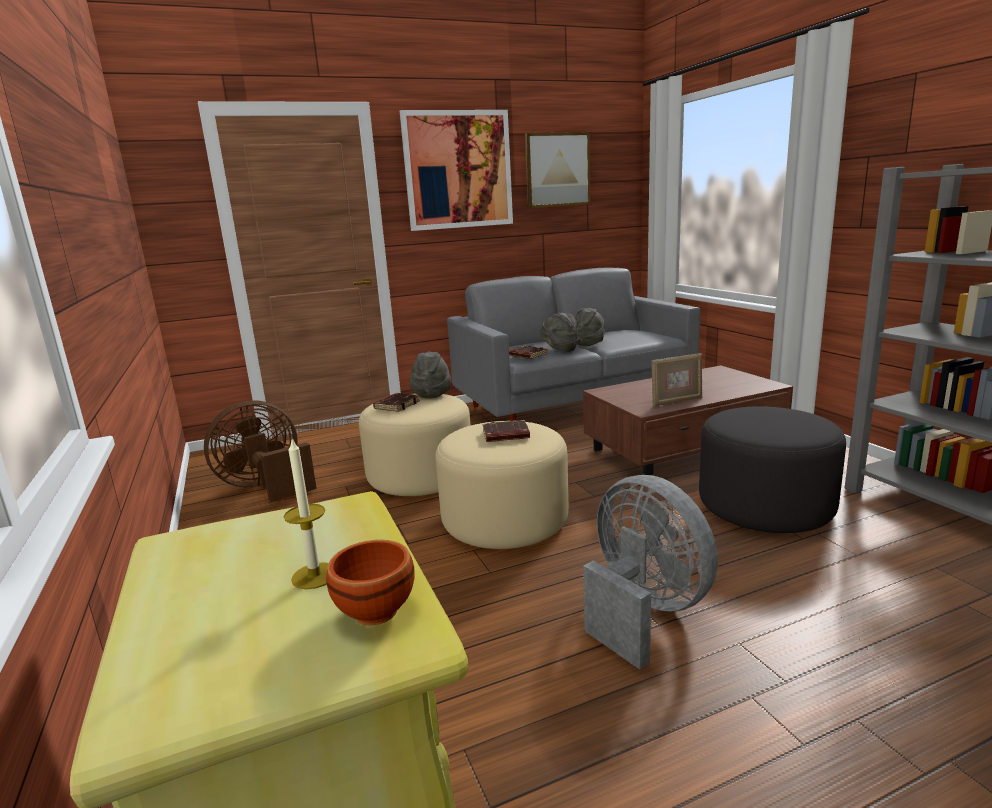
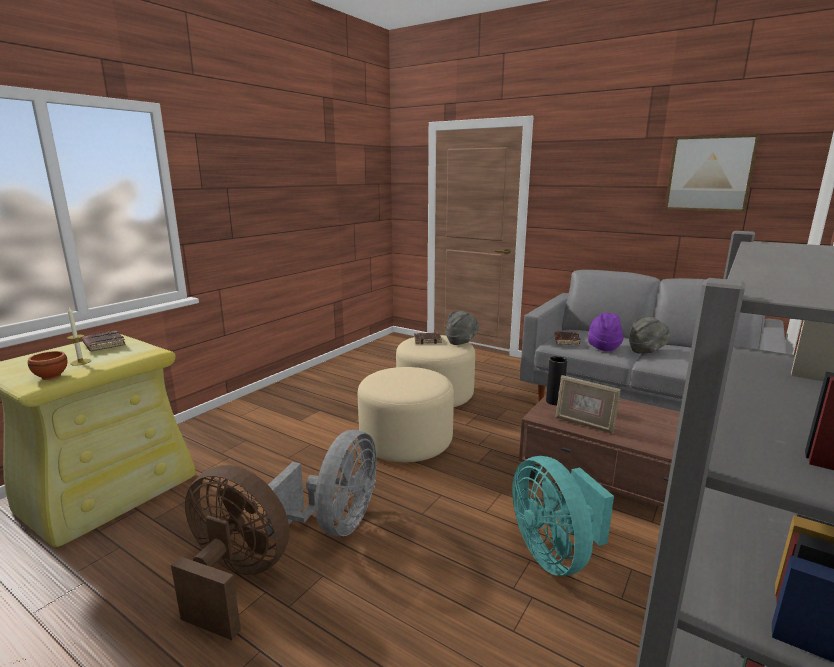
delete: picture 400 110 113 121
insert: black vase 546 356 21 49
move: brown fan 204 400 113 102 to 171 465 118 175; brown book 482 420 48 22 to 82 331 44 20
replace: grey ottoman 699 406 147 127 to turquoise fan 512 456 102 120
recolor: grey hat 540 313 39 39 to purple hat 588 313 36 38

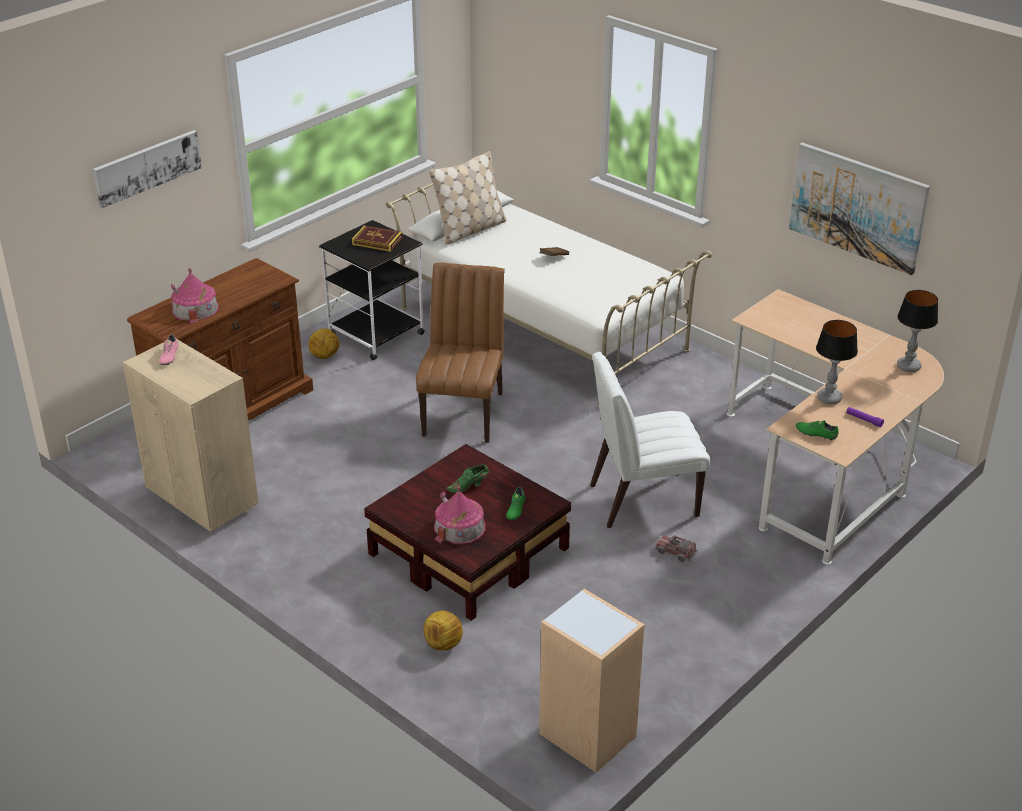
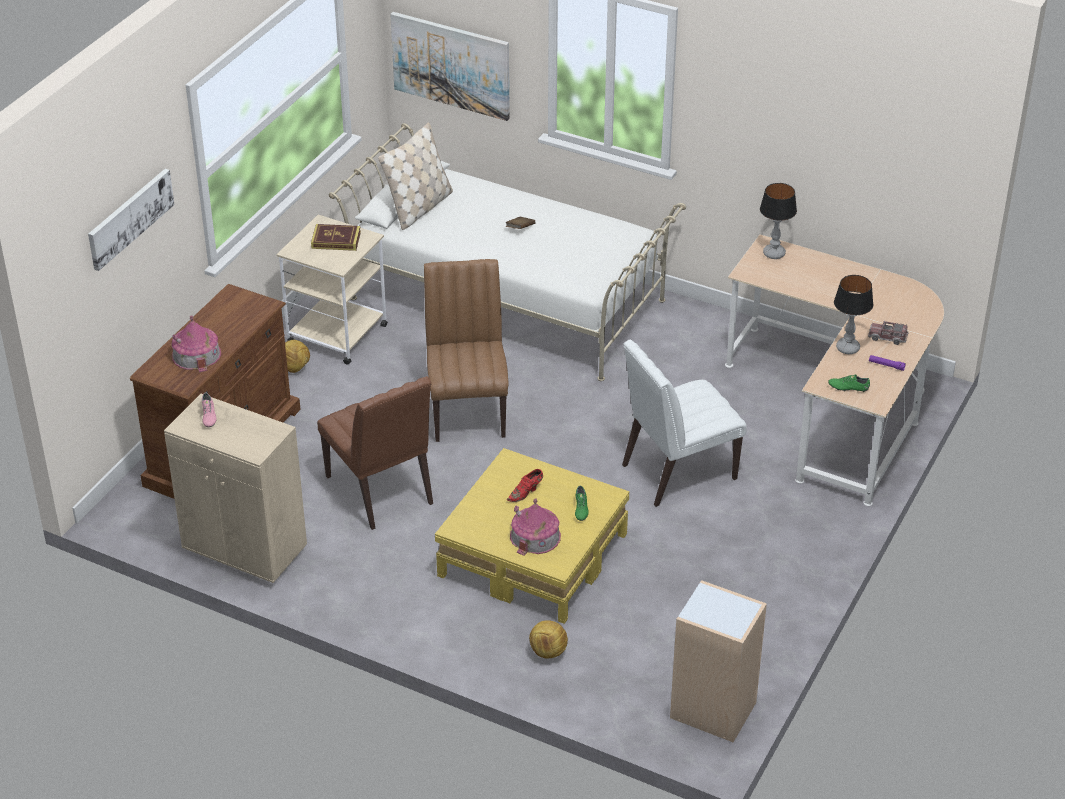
insert: brown chair 317 376 116 154
move: picture 789 143 141 132 to 390 12 120 109; table lamp 897 290 41 82 to 760 183 37 76; toy truck 655 535 43 27 to 868 321 41 24
recolor: black cart 319 220 106 140 to beige cart 276 215 112 150; brown coffee table 364 444 207 177 to yellow coffee table 435 448 194 176; green shoe 446 464 43 29 to red shoe 507 469 36 33

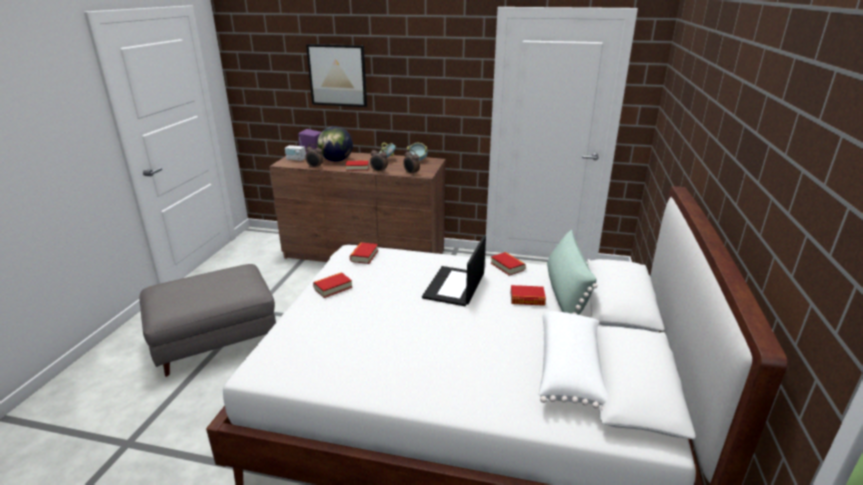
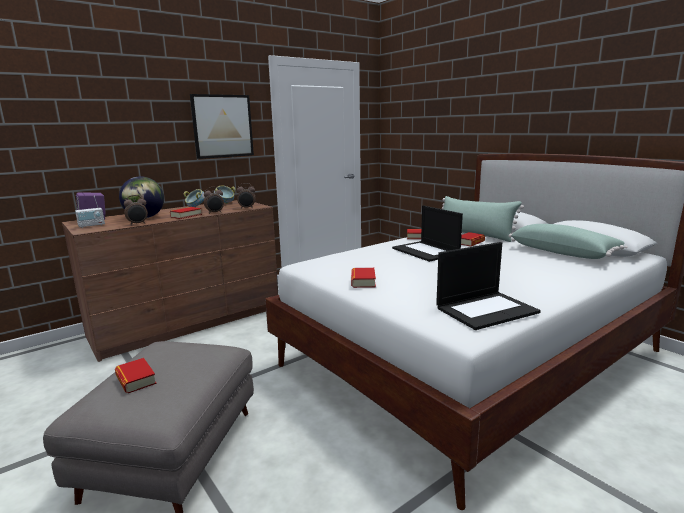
insert: laptop 436 242 105 88
move: picture 306 44 61 63 to 190 94 64 65; book 350 242 28 22 to 115 358 42 35
recolor: white pillow 539 311 69 99 to green pillow 509 224 119 35

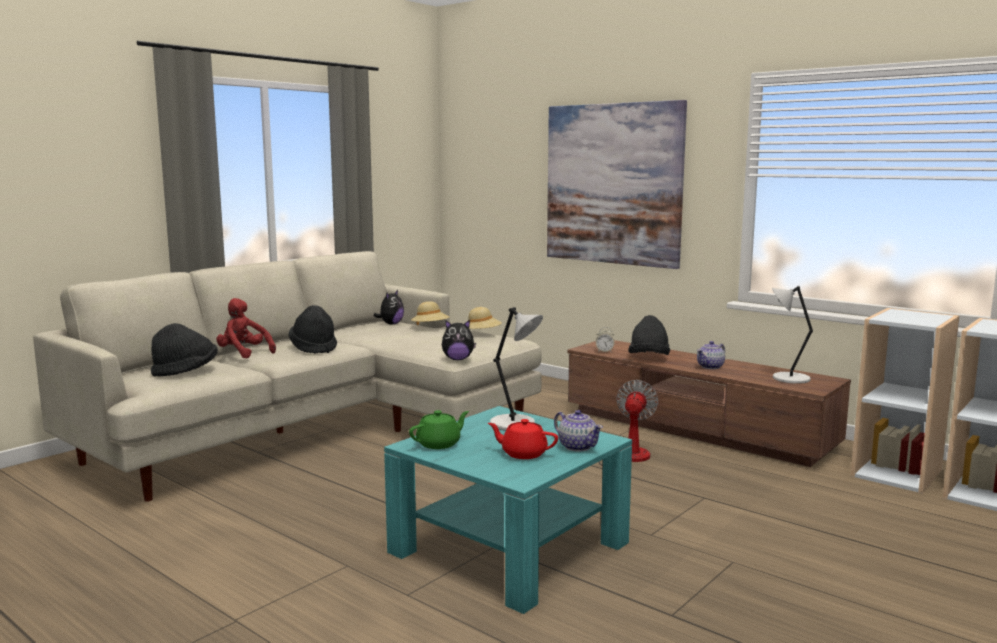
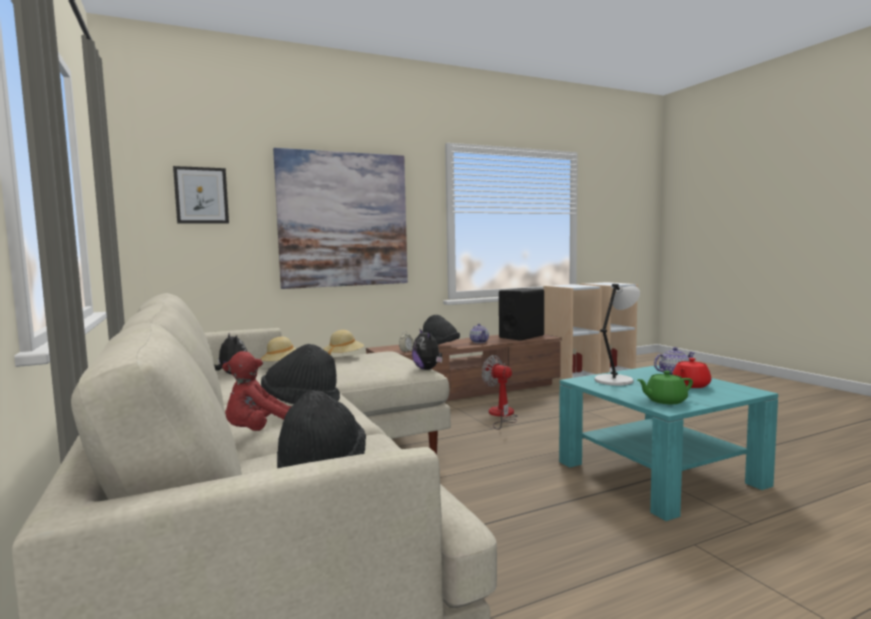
insert: picture 173 166 56 58
replace: grey table lamp 772 286 41 98 to black speaker 499 288 45 53
rotate: plush toy 442 320 34 40 = 412 328 30 42 135 degrees clockwise; green teapot 409 410 60 39 = 637 370 56 34 90 degrees counterclockwise

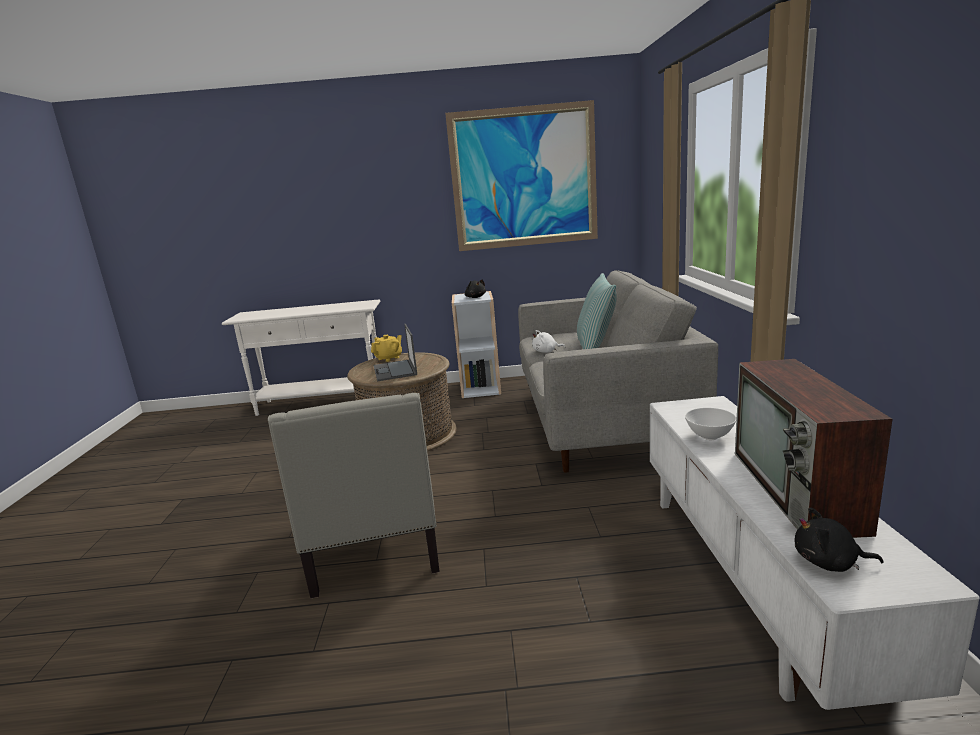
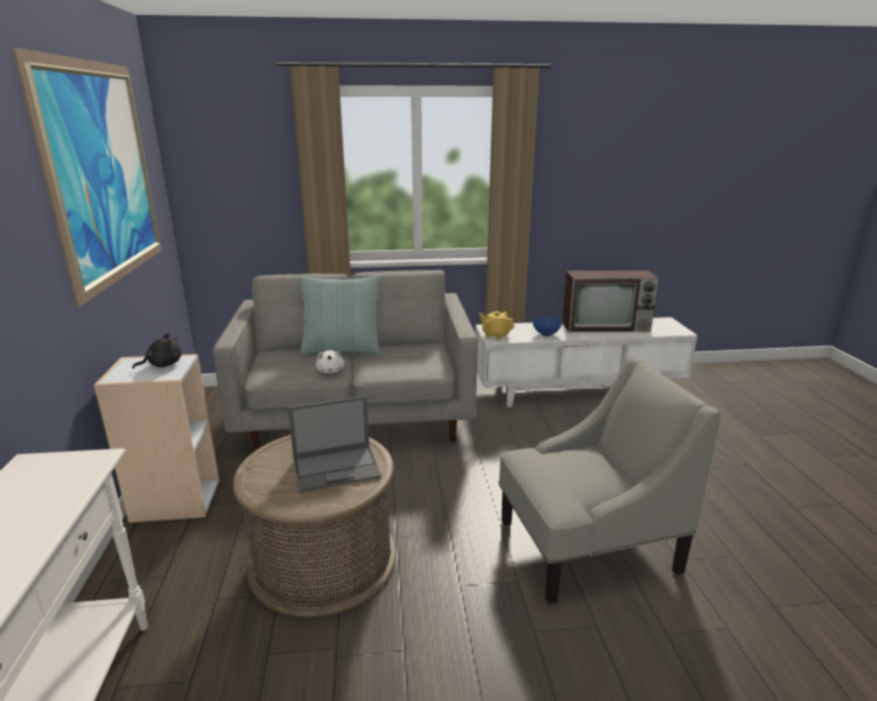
delete: black plush toy 795 507 89 65
move: yellow teapot 371 335 31 27 to 479 311 35 28
recolor: white bowl 685 408 52 32 to blue bowl 532 317 30 19

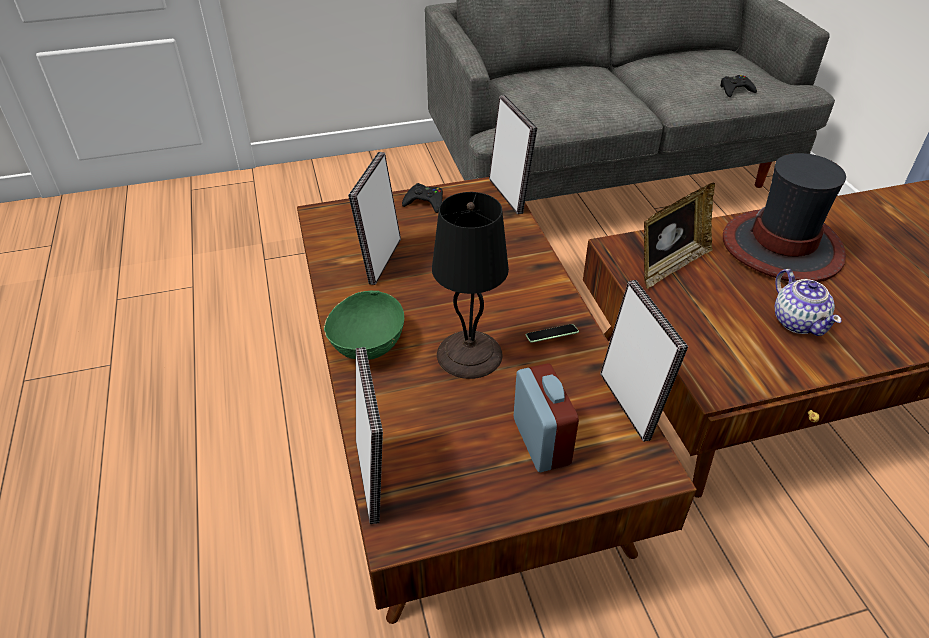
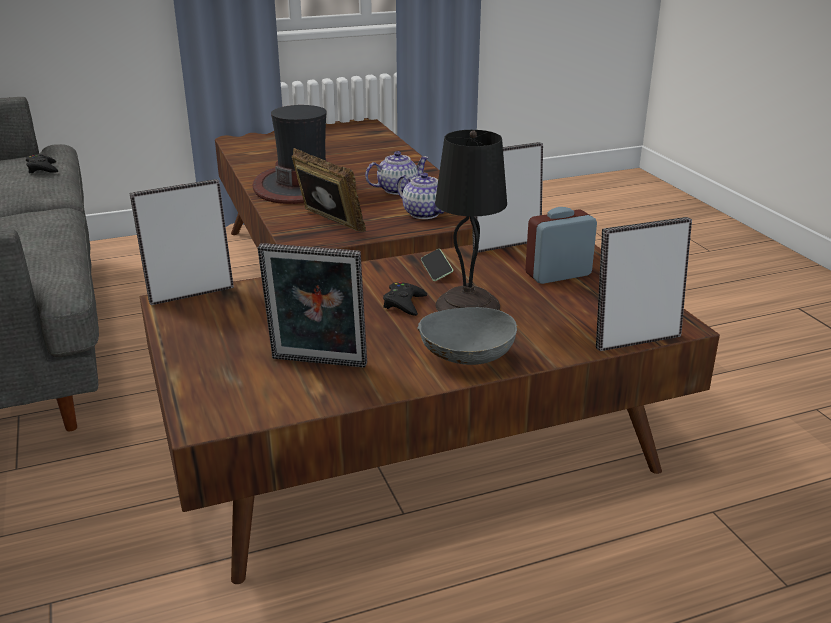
insert: teapot 397 173 47 46
move: black game controller 402 183 41 30 to 383 282 44 34
recolor: green bowl 324 290 80 70 to grey bowl 417 307 101 58

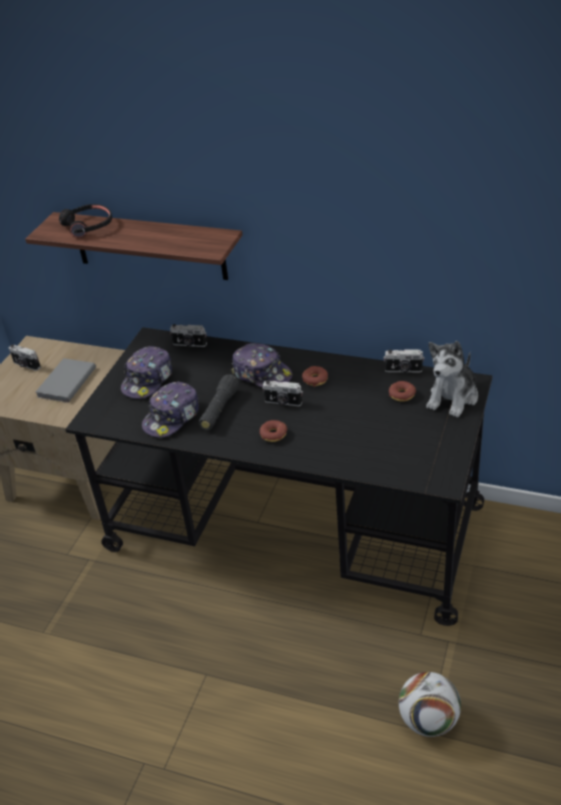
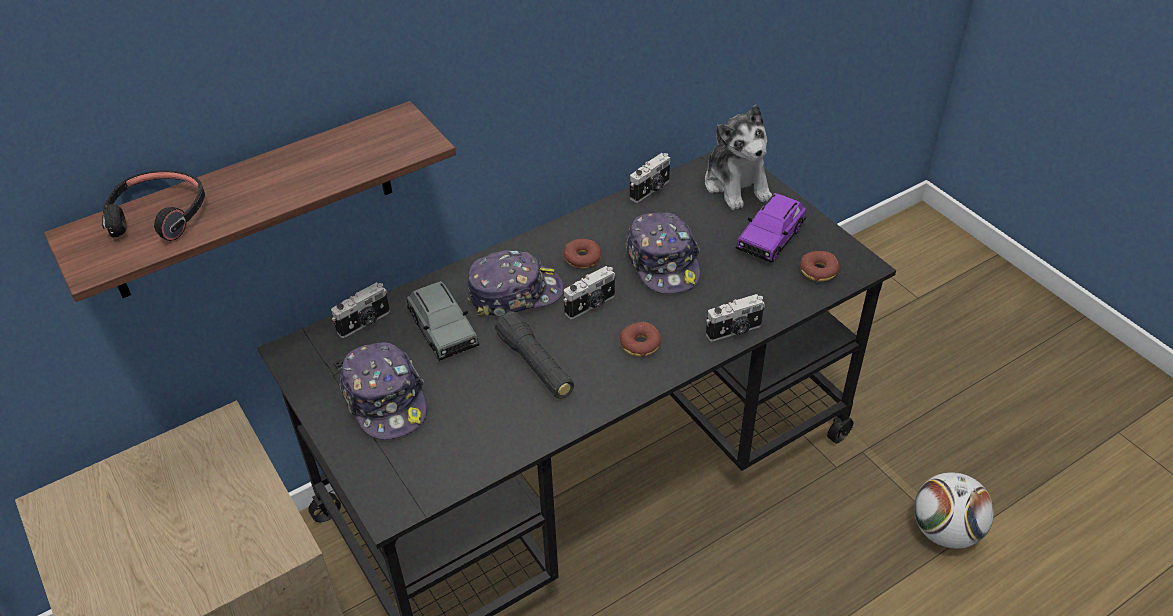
delete: grey book 35 358 61 45
insert: purple toy car 736 193 70 70; grey toy car 407 281 72 80
move: photo camera 9 344 32 27 to 706 294 59 47; donut 389 381 27 21 to 800 251 39 30; cap 142 382 57 56 to 626 213 75 81

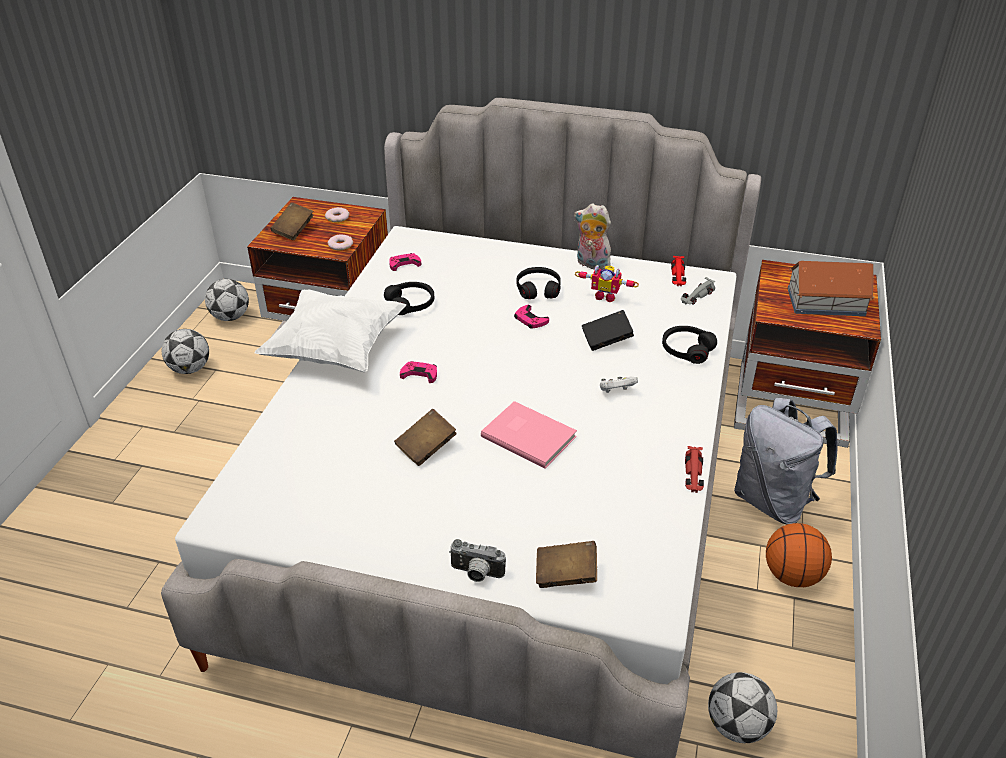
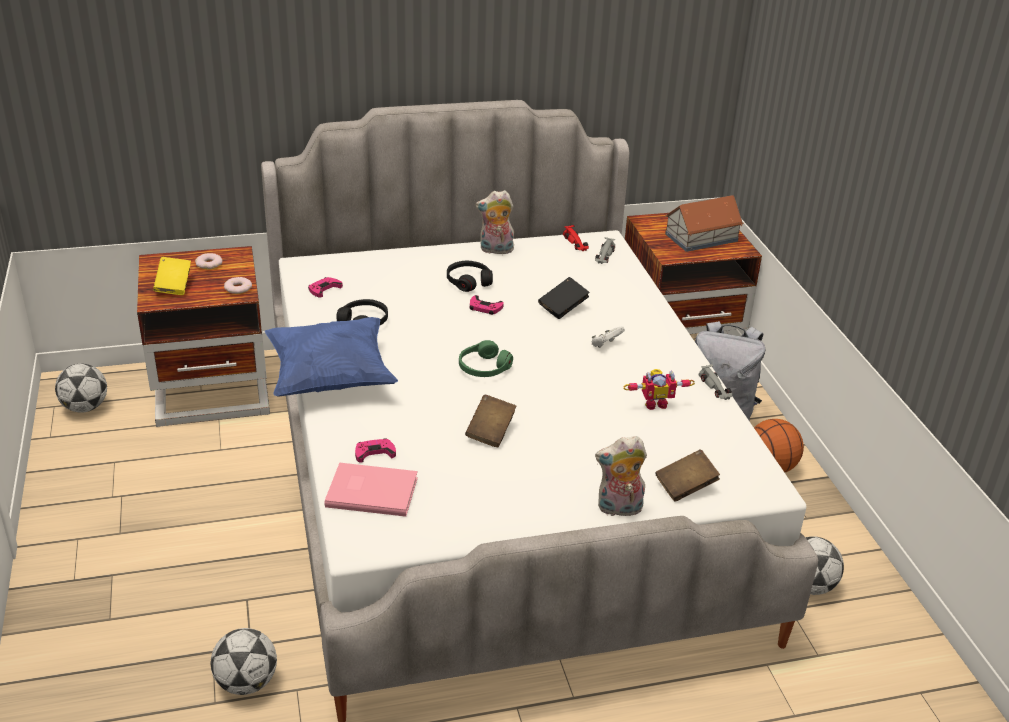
delete: black headphones 662 326 55 38
insert: green headphones 459 340 54 37
move: toy robot 575 265 64 37 to 623 369 72 41; football 162 329 47 45 to 210 628 67 67; pink game controller 400 361 37 22 to 355 438 41 24; pink book 481 401 96 67 to 325 463 93 54
replace: photo camera 449 539 57 43 to plush toy 595 436 52 80
recolor: brown book 270 202 44 38 to yellow book 153 257 38 38; white pillow 254 290 153 82 to blue pillow 265 317 133 80; red toy car 685 446 19 47 to grey toy car 698 364 34 36

